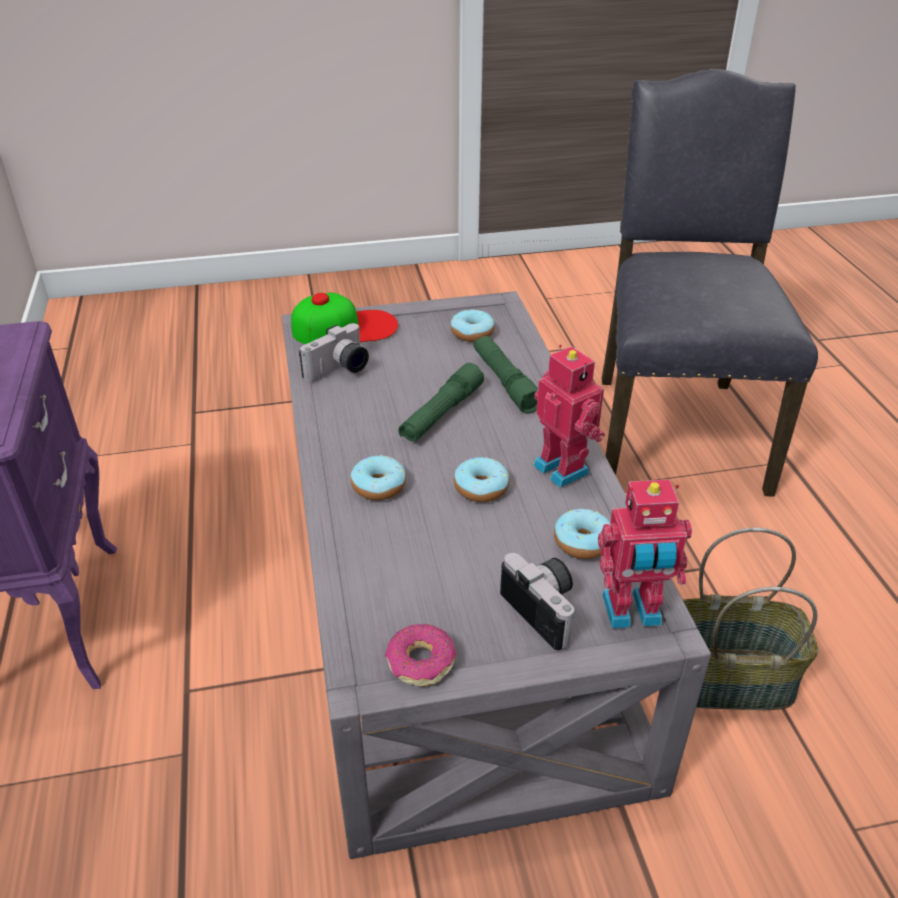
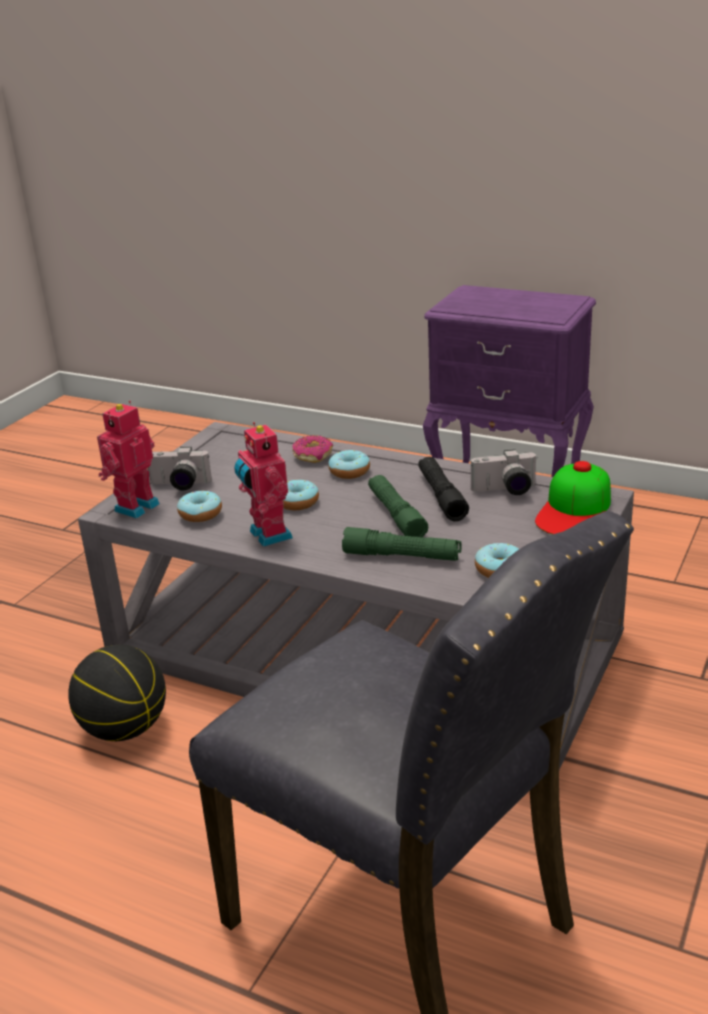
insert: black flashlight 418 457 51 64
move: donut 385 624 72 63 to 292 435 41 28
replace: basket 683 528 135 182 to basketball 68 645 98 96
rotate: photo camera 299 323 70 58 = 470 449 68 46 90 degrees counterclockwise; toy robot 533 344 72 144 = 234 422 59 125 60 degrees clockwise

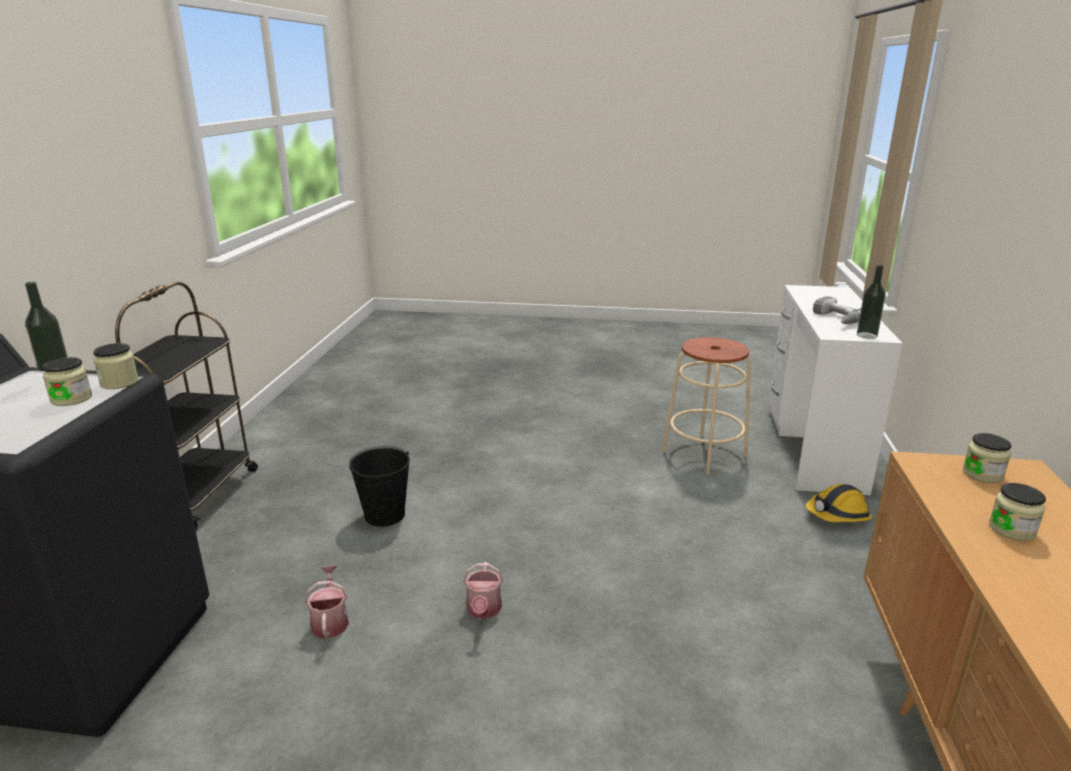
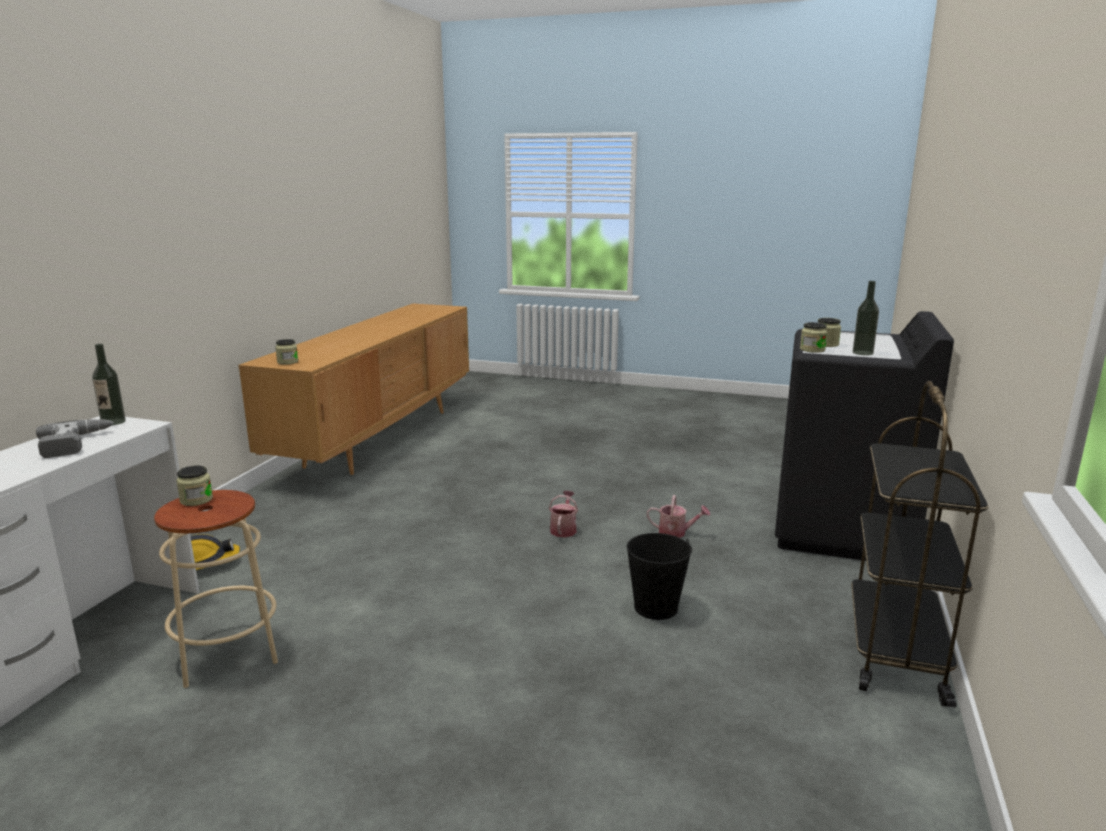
move: jar 989 483 57 58 to 176 465 37 41
rotate: watering can 305 565 44 74 = 647 495 63 43 75 degrees counterclockwise

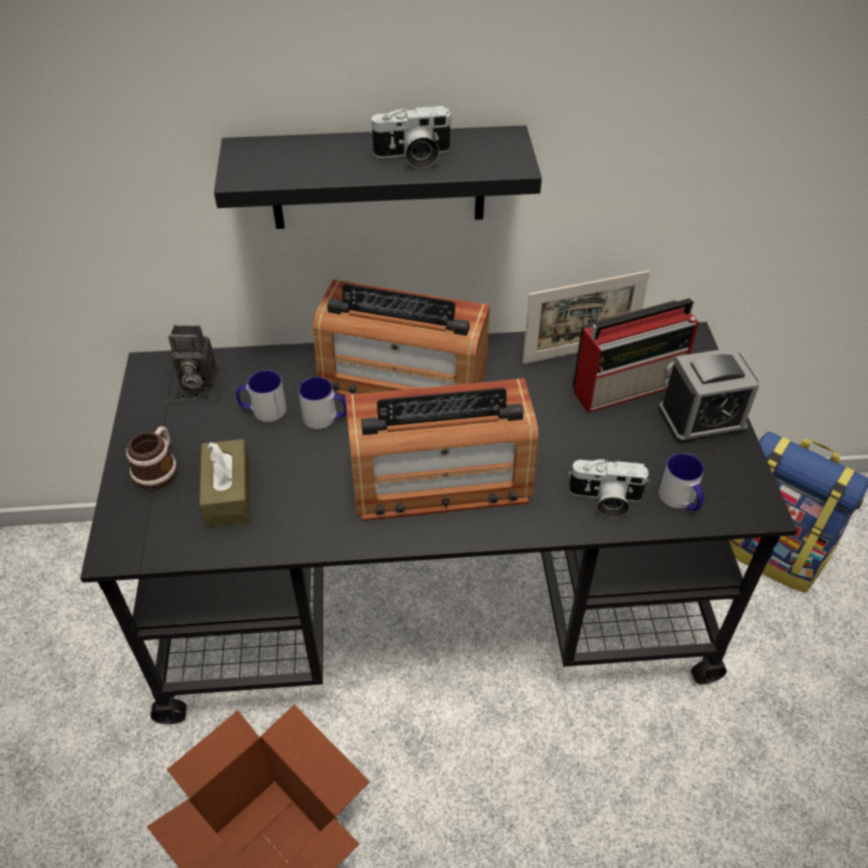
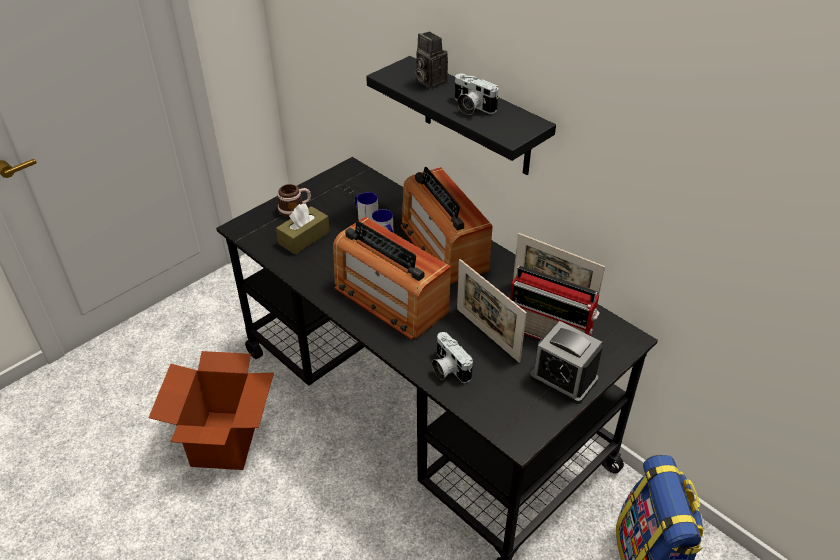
delete: mug 659 453 45 58
insert: picture frame 457 259 70 104
move: photo camera 168 325 49 65 to 416 31 32 58

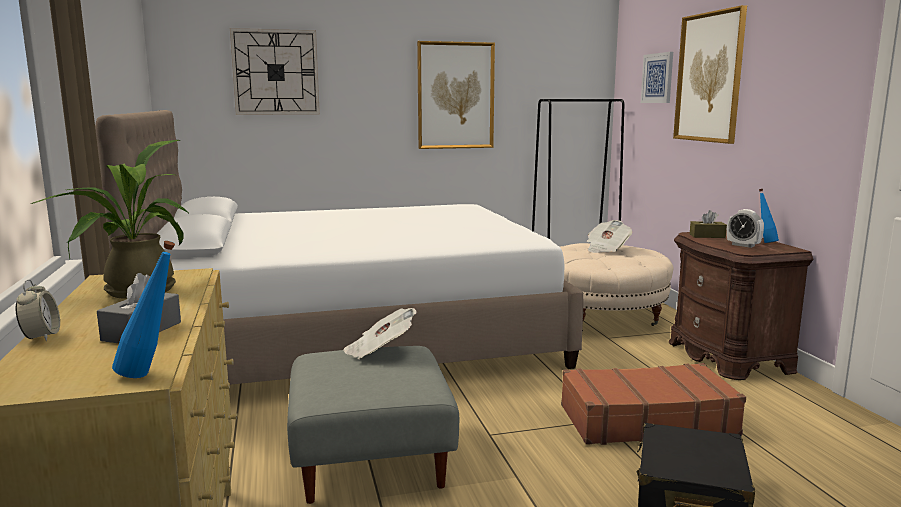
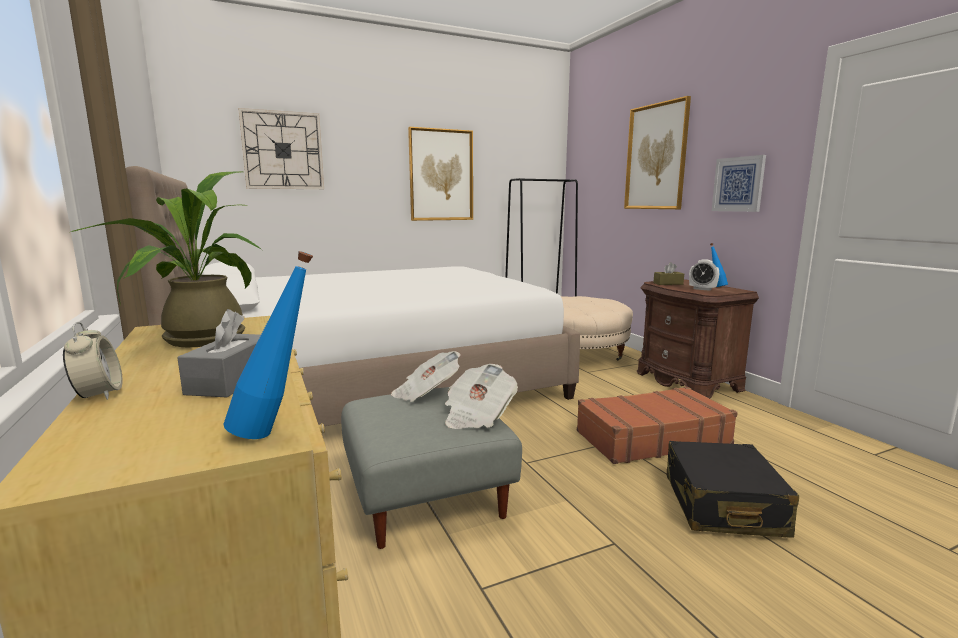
move: picture 641 52 32 51 to 712 155 54 57; newspaper 587 220 45 33 to 445 364 73 65

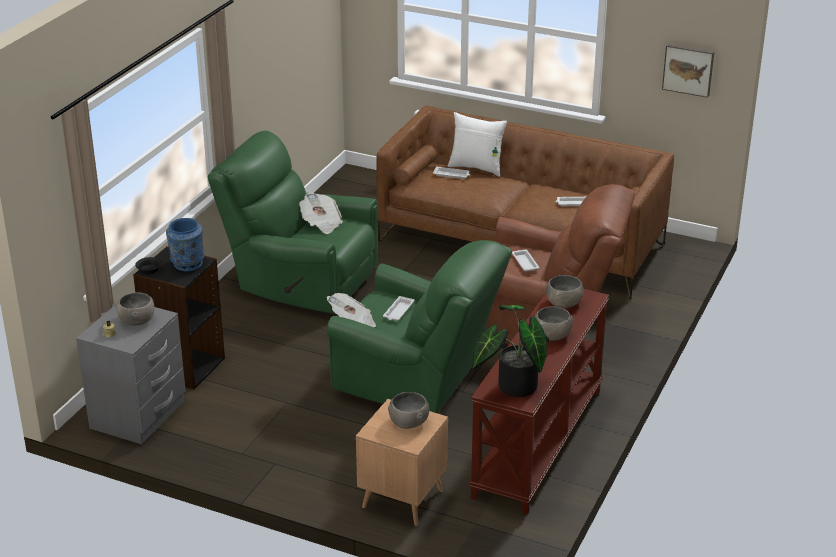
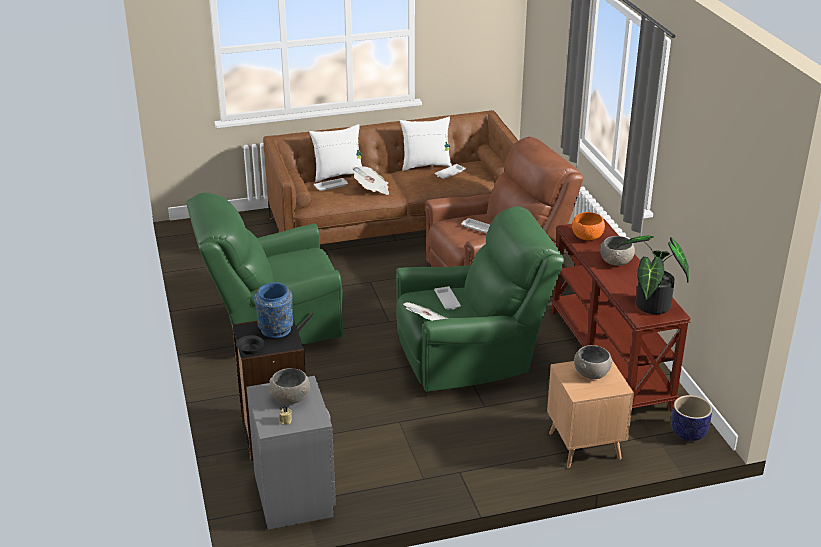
delete: picture 662 44 52 54
insert: white pillow 400 117 52 54; planter 671 395 41 46
move: newspaper 299 192 44 42 to 352 166 37 29
recolor: grey bowl 546 275 38 33 to orange bowl 572 212 33 29

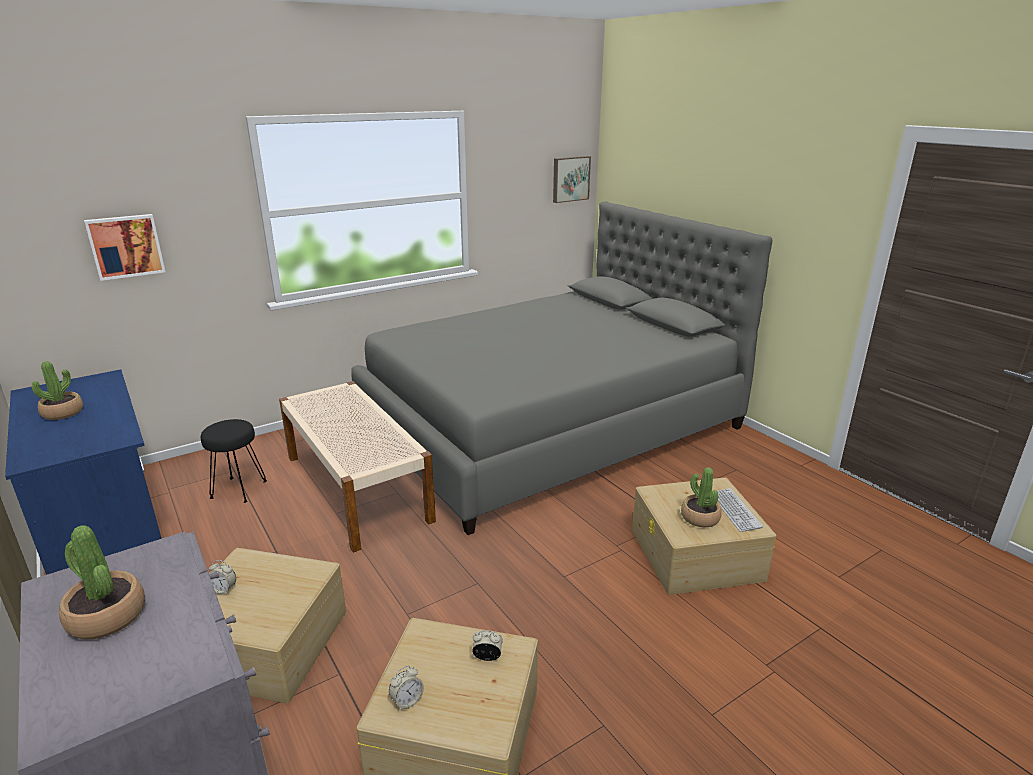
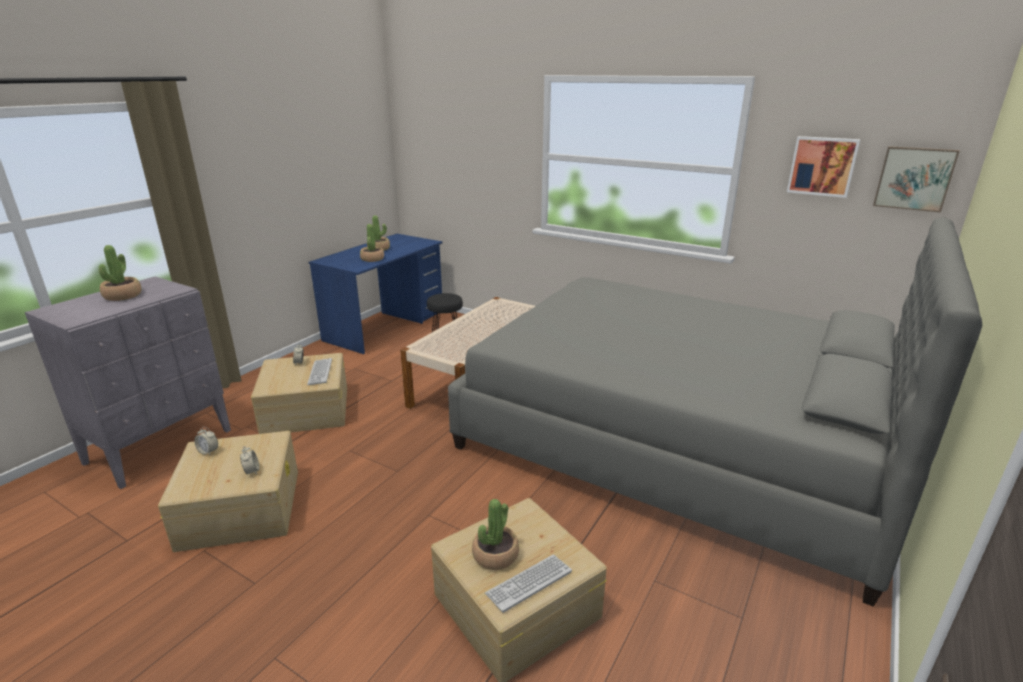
insert: potted plant 360 224 24 38; keyboard 307 358 25 27
move: picture 84 214 81 67 to 787 136 73 62

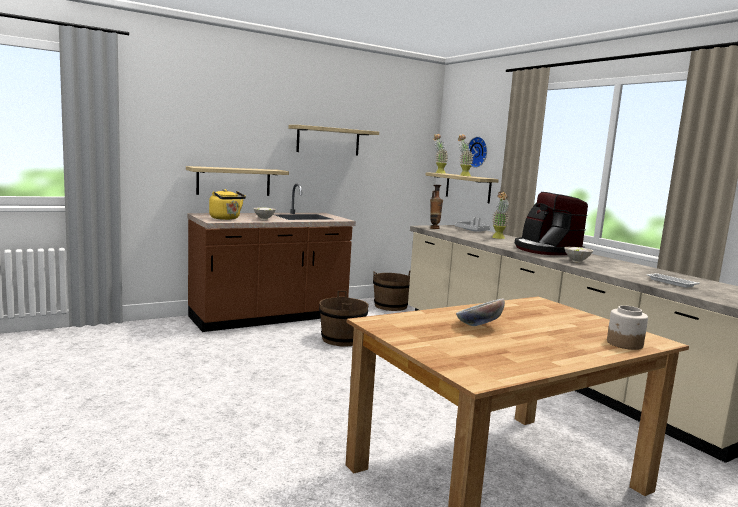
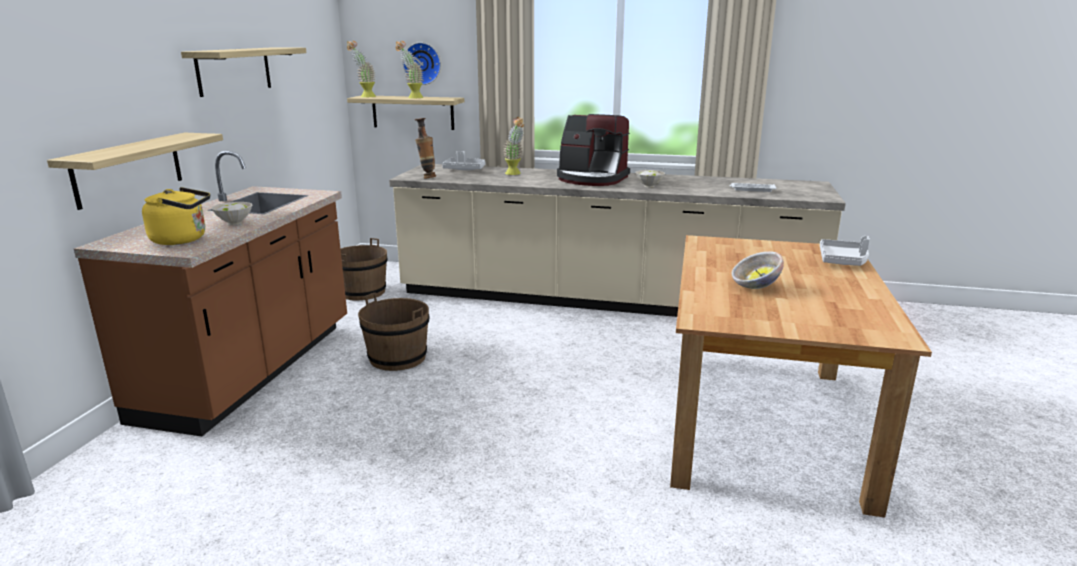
replace: jar 607 306 41 44 to grey tray 820 236 50 30

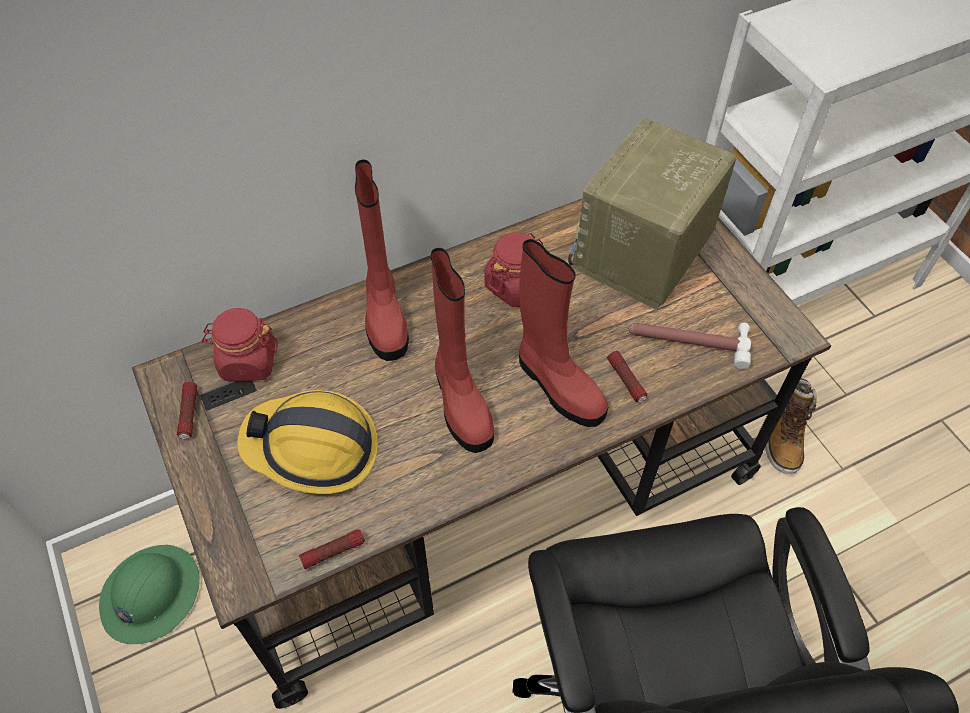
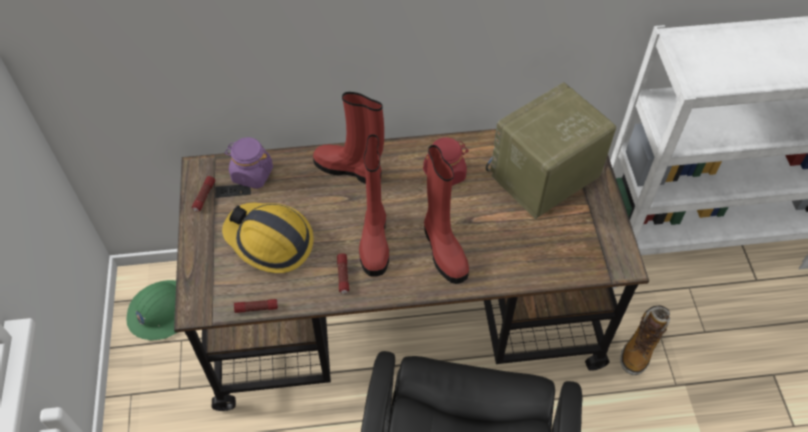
delete: hammer 628 322 123 47
move: flashlight 607 351 40 51 to 337 253 12 41
recolor: red jar 202 308 76 73 to purple jar 225 137 48 52
rotate: red boot 355 160 54 201 = 313 92 71 92 105 degrees clockwise

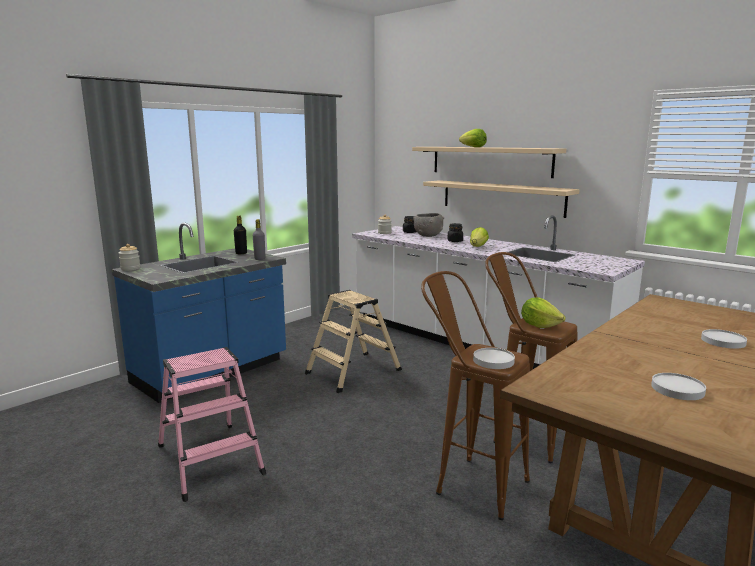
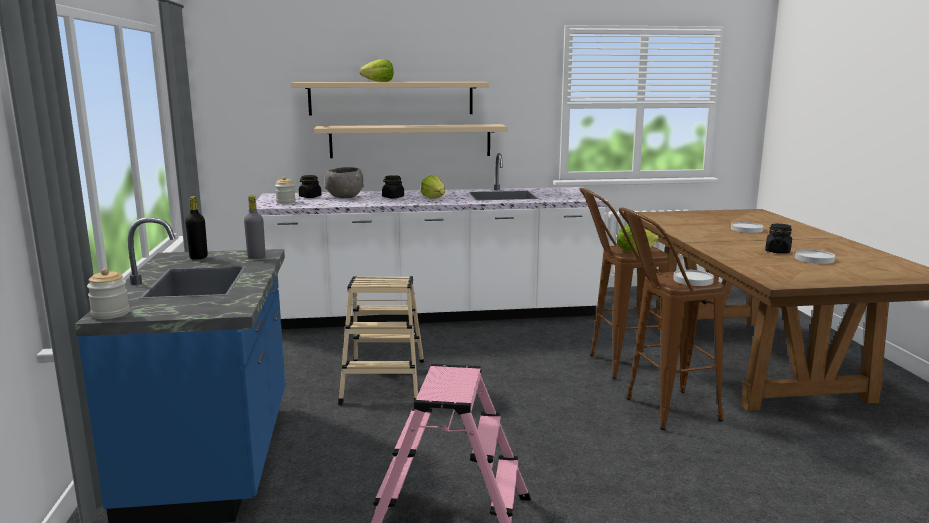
insert: black jar 765 224 27 30

